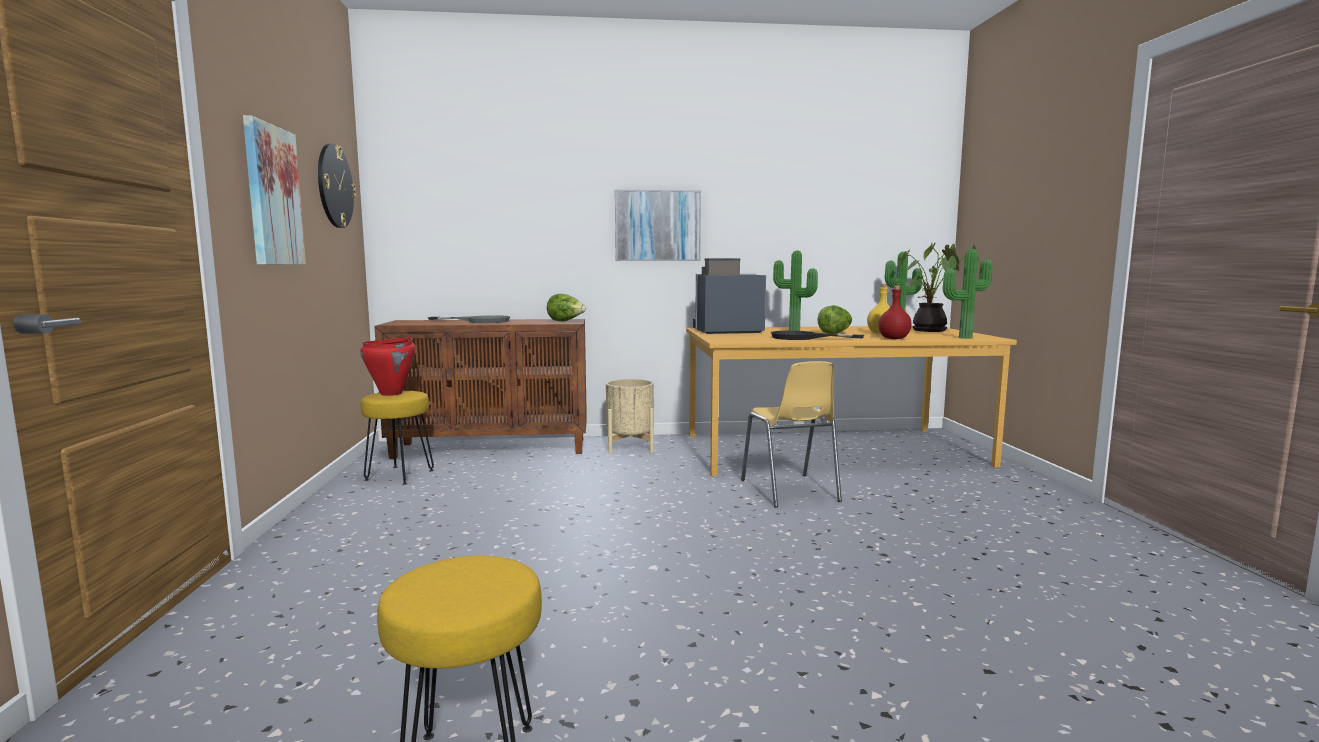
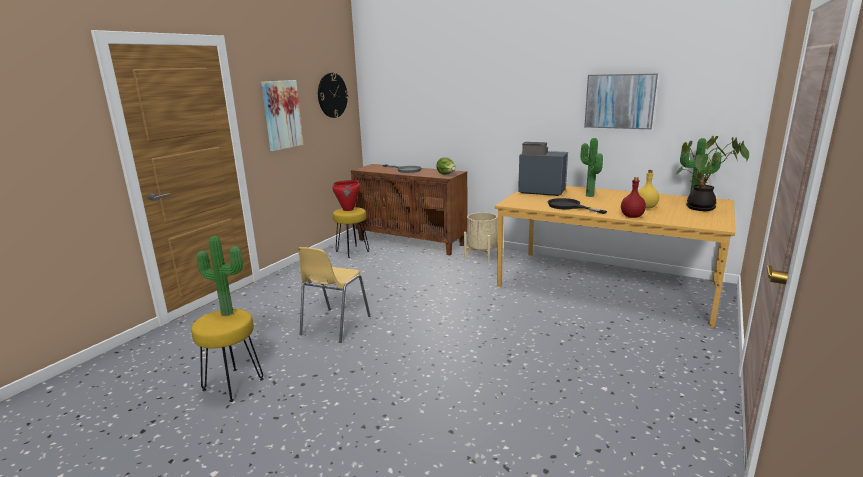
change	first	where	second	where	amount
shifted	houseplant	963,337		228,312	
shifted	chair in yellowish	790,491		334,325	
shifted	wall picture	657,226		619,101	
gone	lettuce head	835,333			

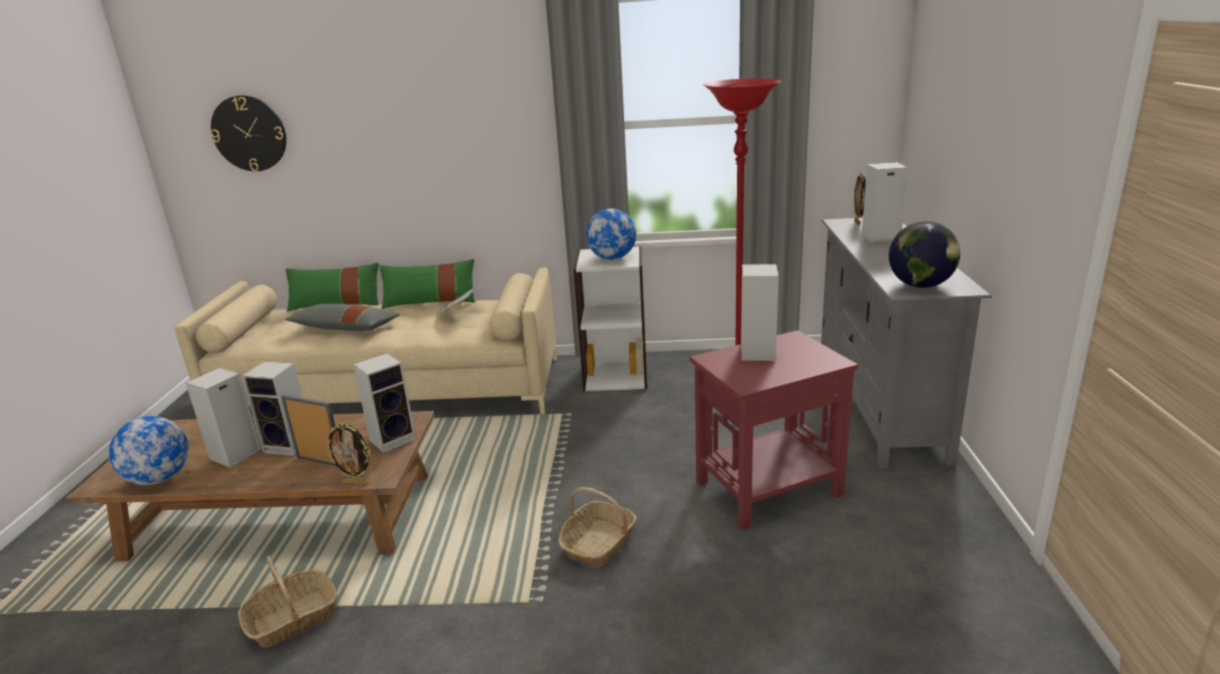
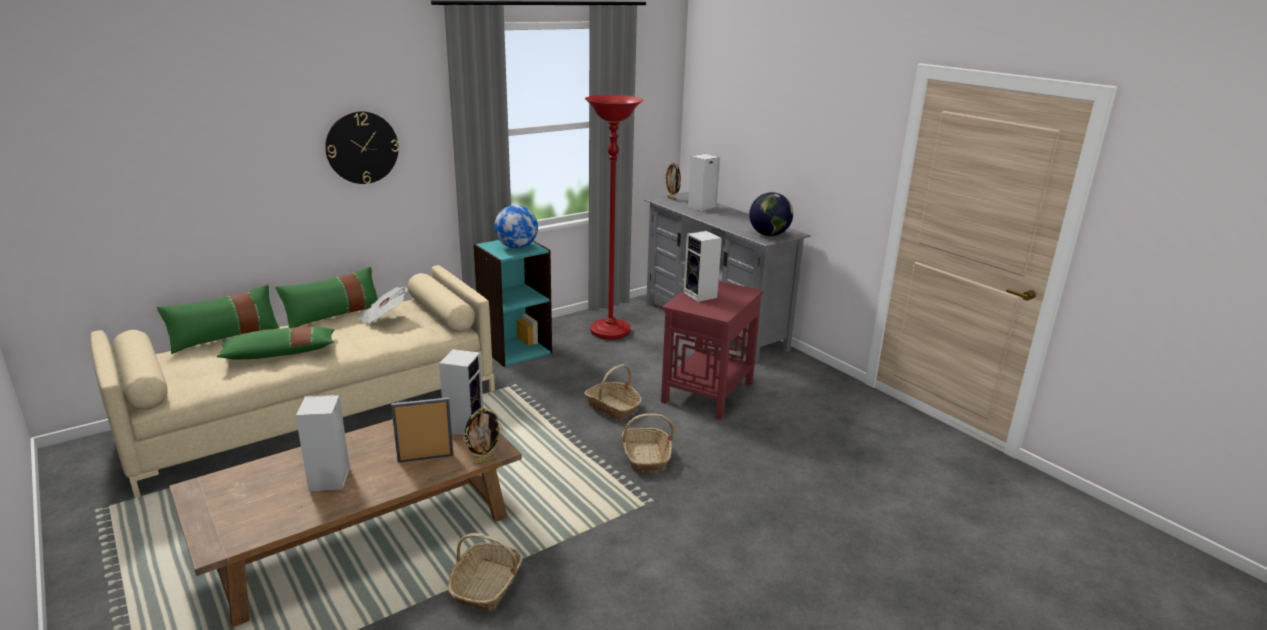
change	first	where	second	where	amount
repainted	cushion in greyish	345,328	cushion in green-coloured	280,354	
shifted	hanging clock	249,133		362,147	
repainted	shelving unit in white	616,375	shelving unit in turquoise-coloured	515,349	
new			household basket	613,407	
gone	desk globe	159,479			
gone	audio speaker	290,445			

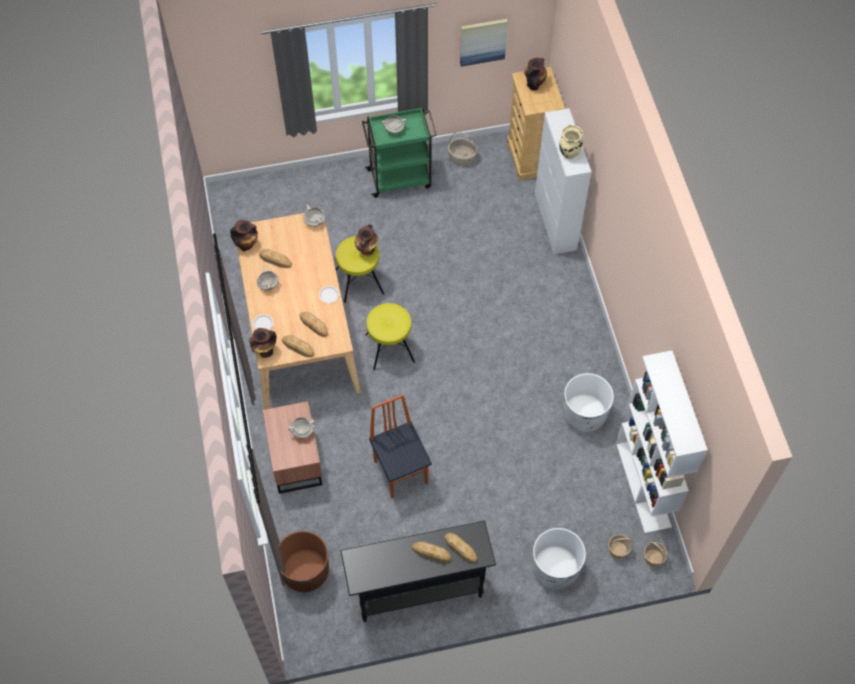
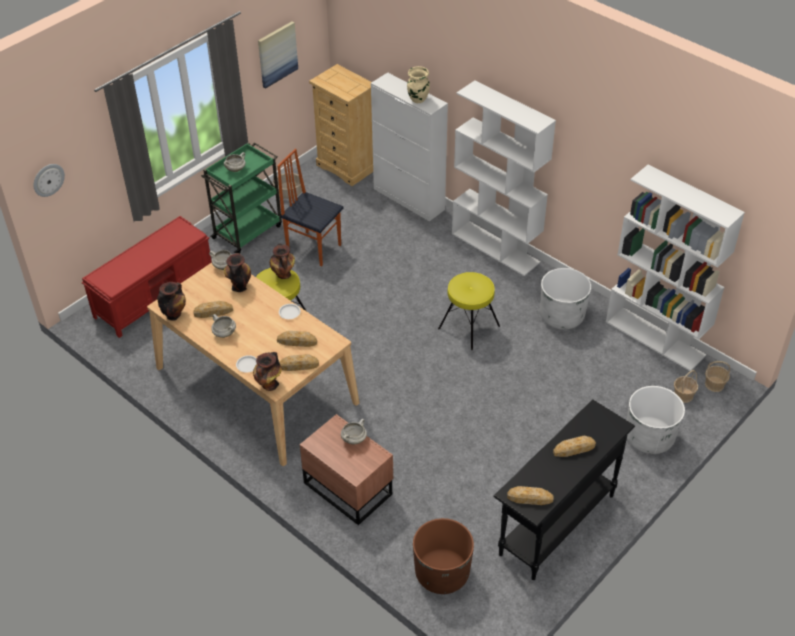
change	first	where	second	where	amount
new			hanging clock	48,179	
new			indoor bench in reddish	155,294	
shifted	vase	534,84		239,286	
shifted	chair	401,471		314,248	
shifted	stool seat in yellowish	390,348		469,327	
new			shelving unit in white	496,248	
shifted	baked bread	460,548		530,498	

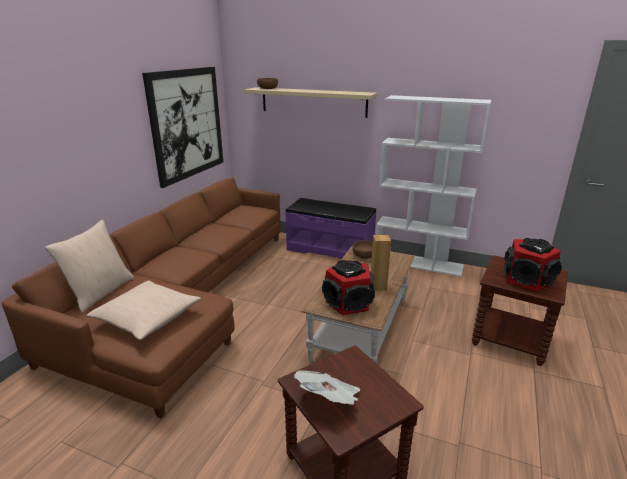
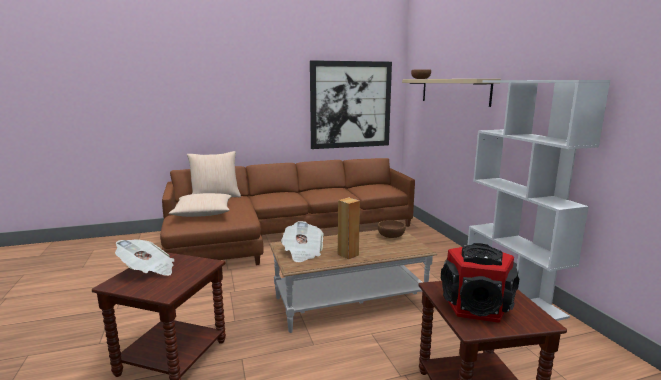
change	first	where	second	where	amount
swapped	audio speaker	349,303	newspaper	302,252	
gone	indoor bench in purple-coloured	330,249			

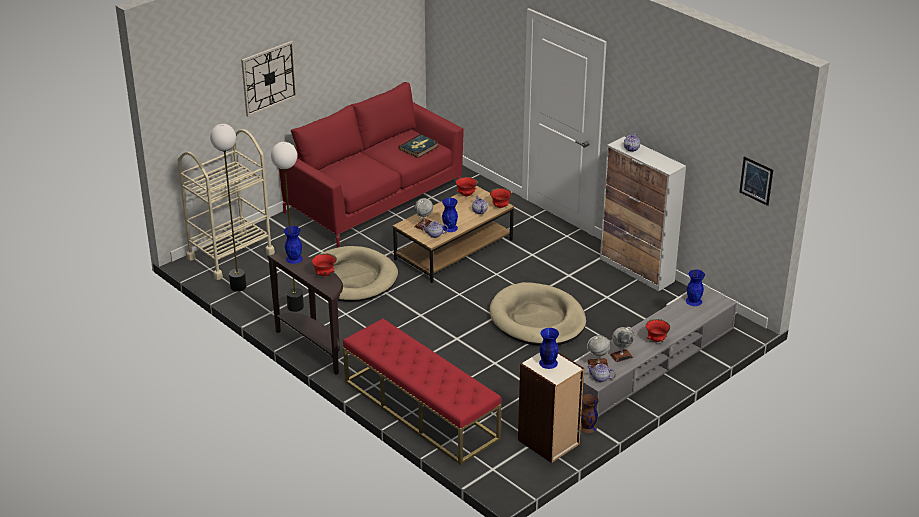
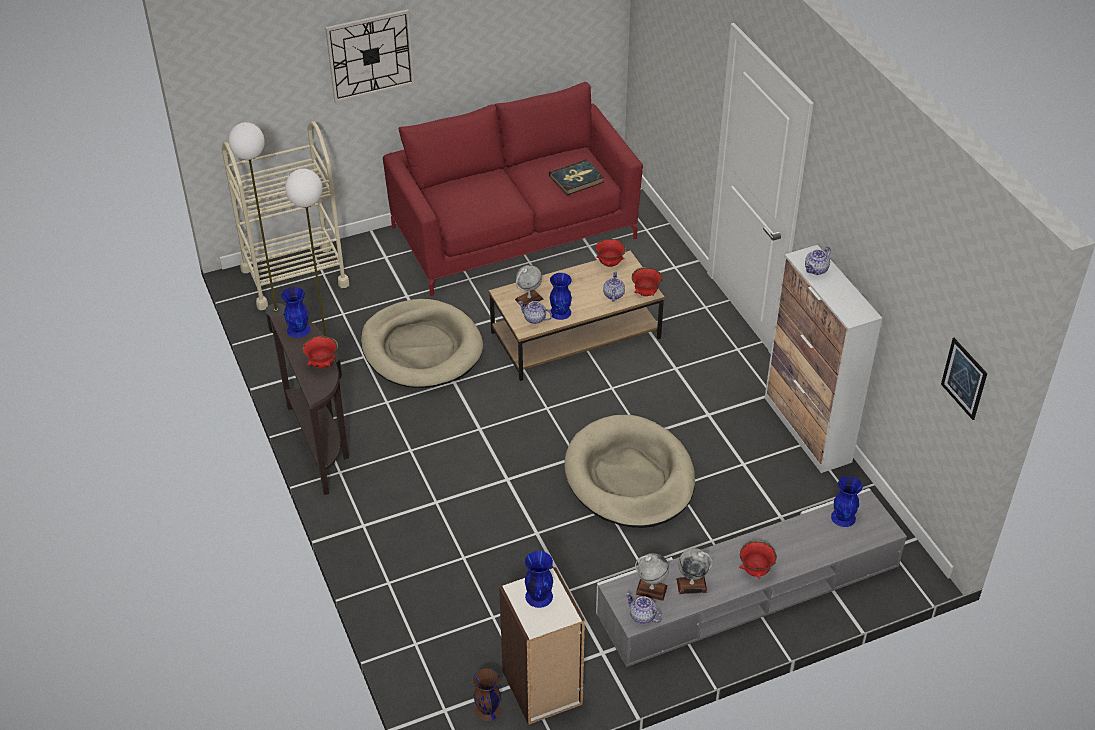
change	first	where	second	where	amount
shifted	vase in brown-coloured	587,427		487,709	
gone	indoor bench in reddish	420,409			

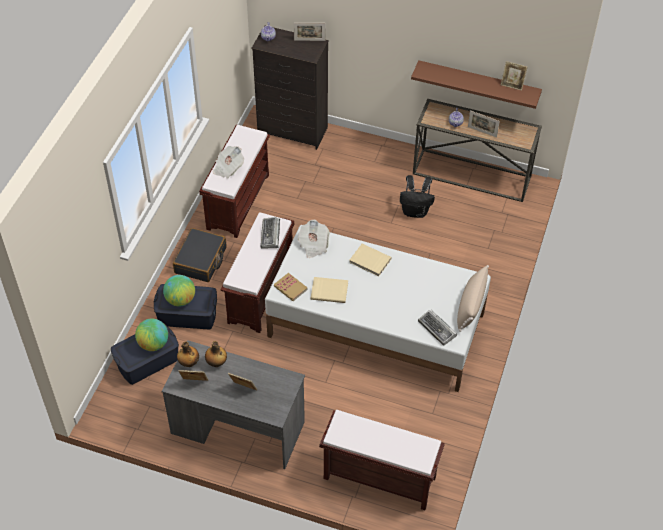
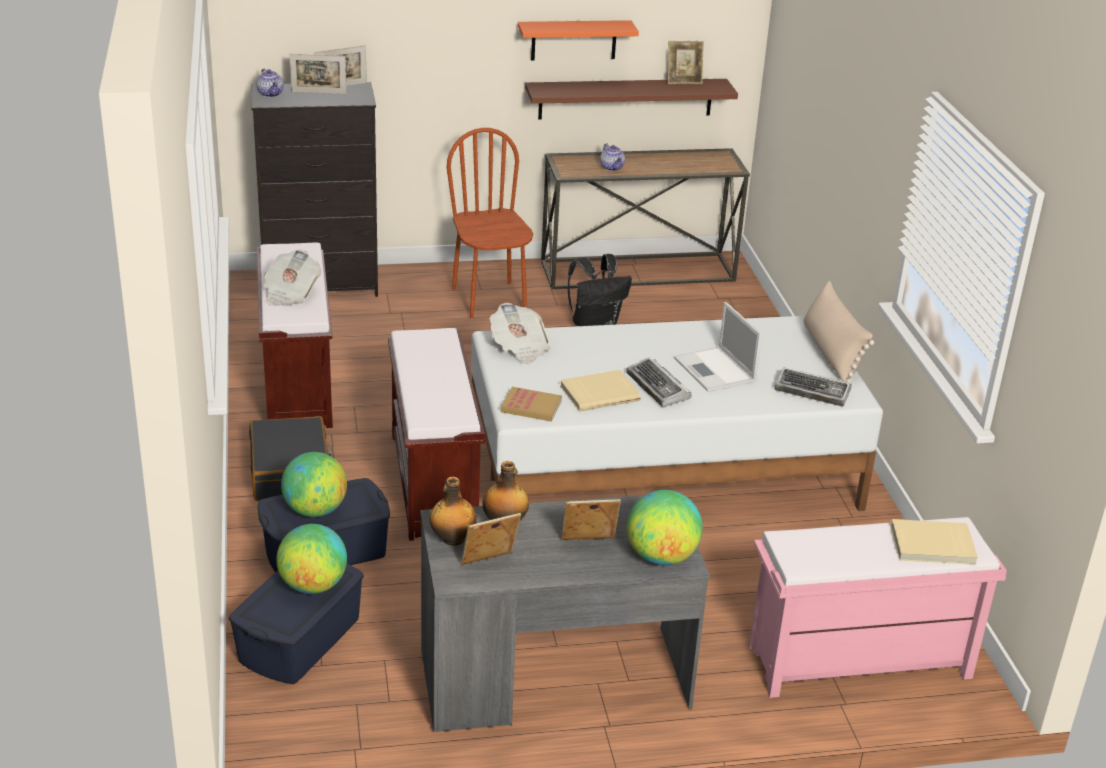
change	first	where	second	where	amount
shifted	photo frame	482,132		318,92	
new			chair in brown-coloured	490,300	
new			shelf in orange	573,40	
shifted	PC keyboard	270,235		658,388	
new			desk globe	661,557	
new			laptop	715,371	
repainted	indoor bench in brown-coloured	378,478	indoor bench in pinkish	857,663	
shifted	volume in beige	369,261		933,546	

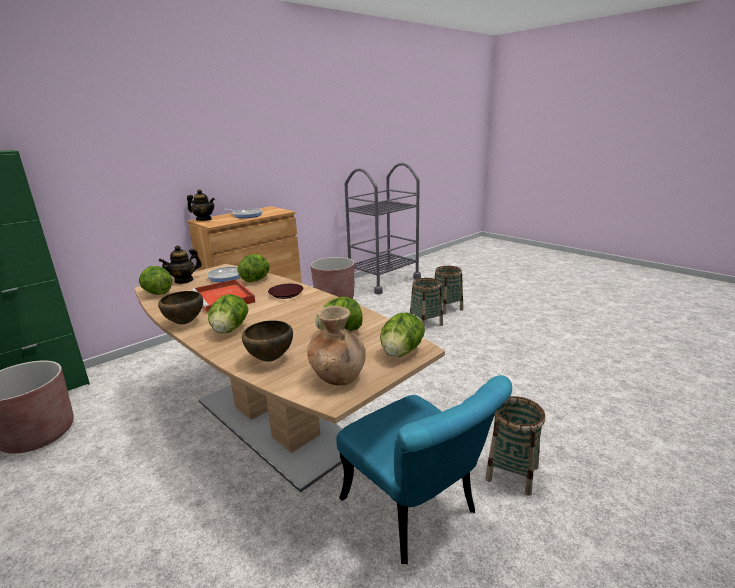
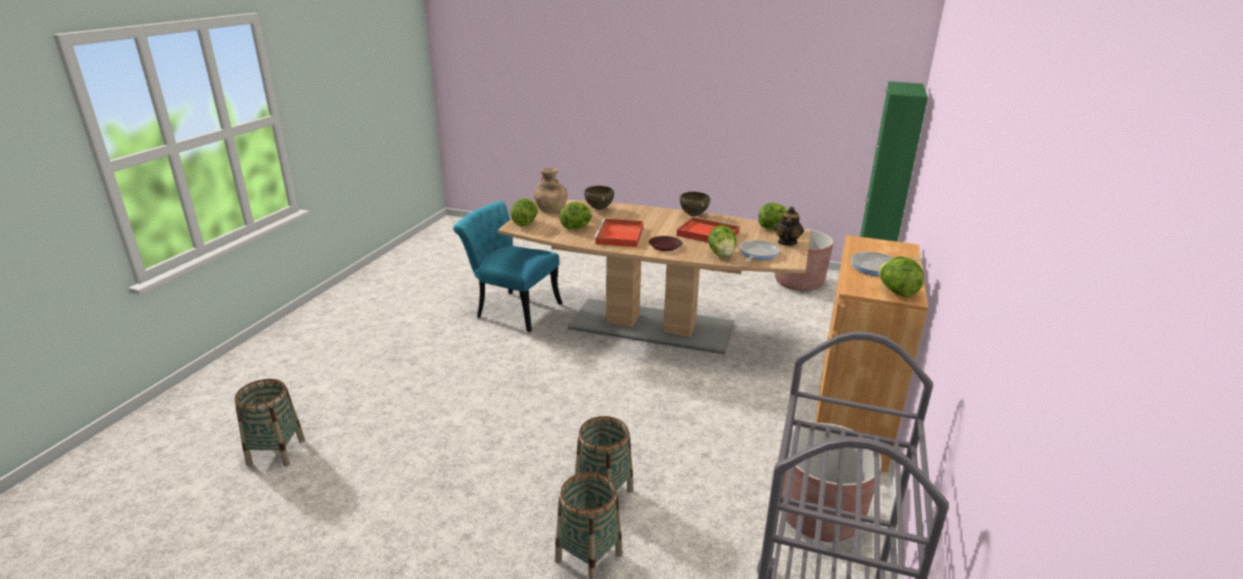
change	first	where	second	where	amount
shifted	household basket	512,473		276,452	
new			carrying tray in reddish	620,236	
shifted	lettuce head	229,330		896,292	
gone	pot for tea	204,219			

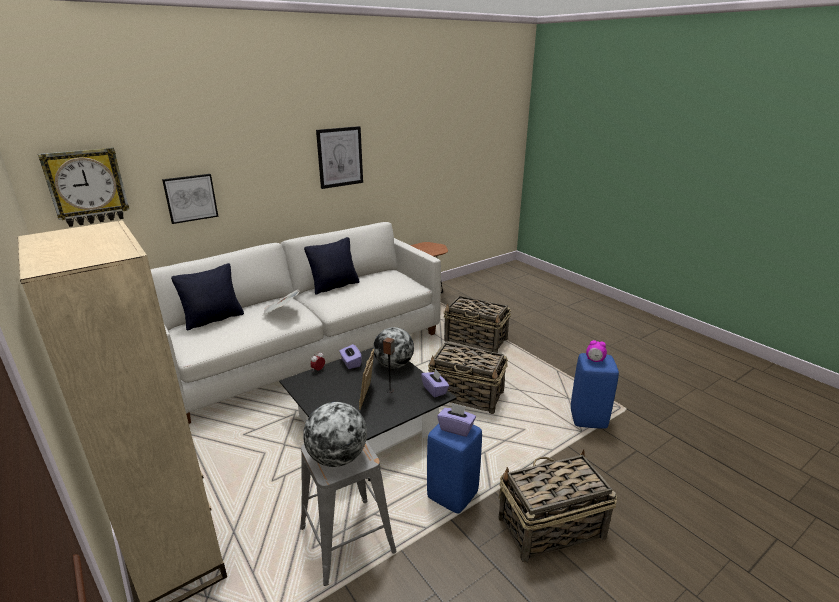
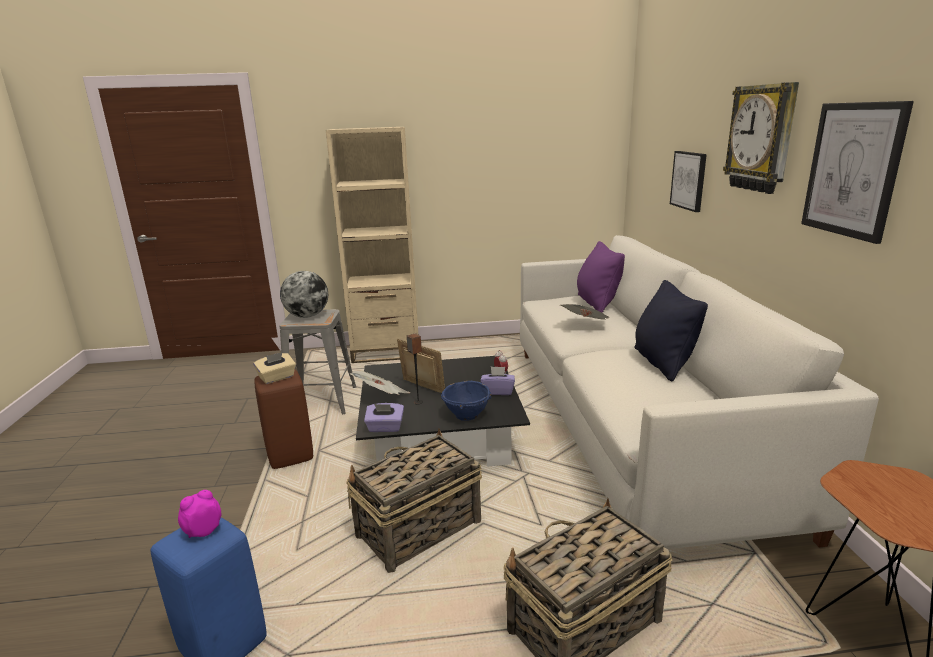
change	first	where	second	where	amount
repainted	box of tissues in purple-coloured	456,428	box of tissues in beige	277,378	
repainted	stool seat in blue-coloured	451,495	stool seat in brown-coloured	291,456	
new			newspaper	381,396	
swapped	desk globe	394,365	deep dish in blue-coloured	466,415	
repainted	cushion in blackish	213,319	cushion in purple-coloured	597,303	
shifted	hanging clock	87,187		761,138	
gone	household basket	550,528			

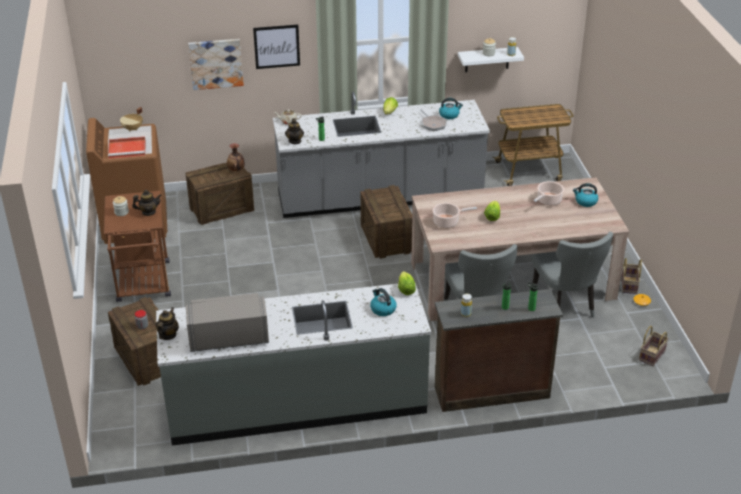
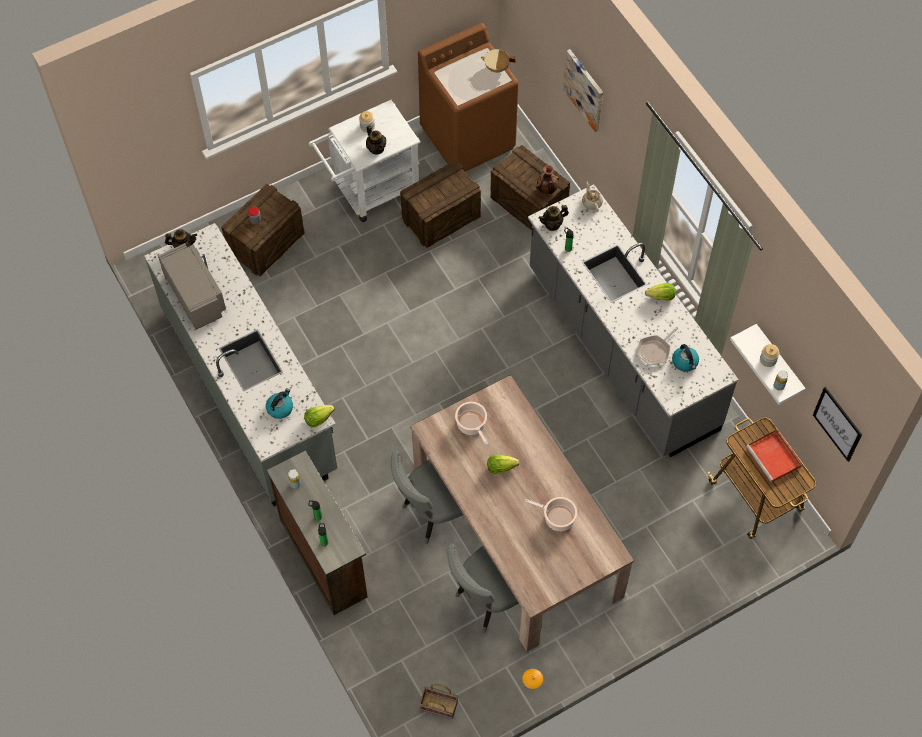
change	first	where	second	where	amount
repainted	cart in brown-coloured	143,285	cart in white	370,192	
shifted	packing crate	386,238		441,217	
shifted	carrying tray in reddish	128,149		774,457	
shifted	wall picture	276,46		837,424	
gone	kettle	585,202			
gone	household basket	629,285			

